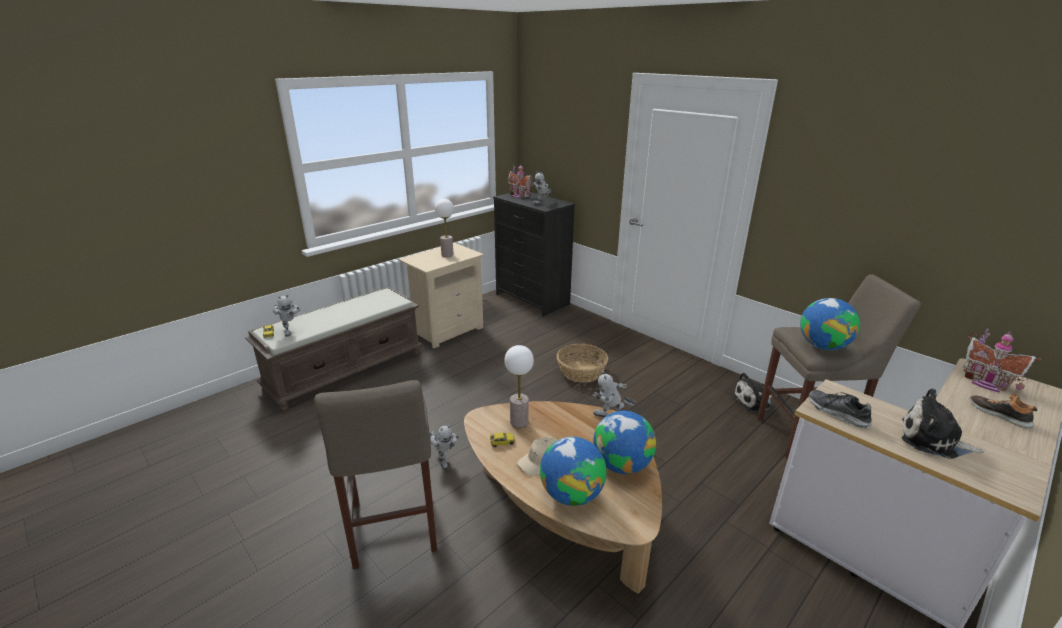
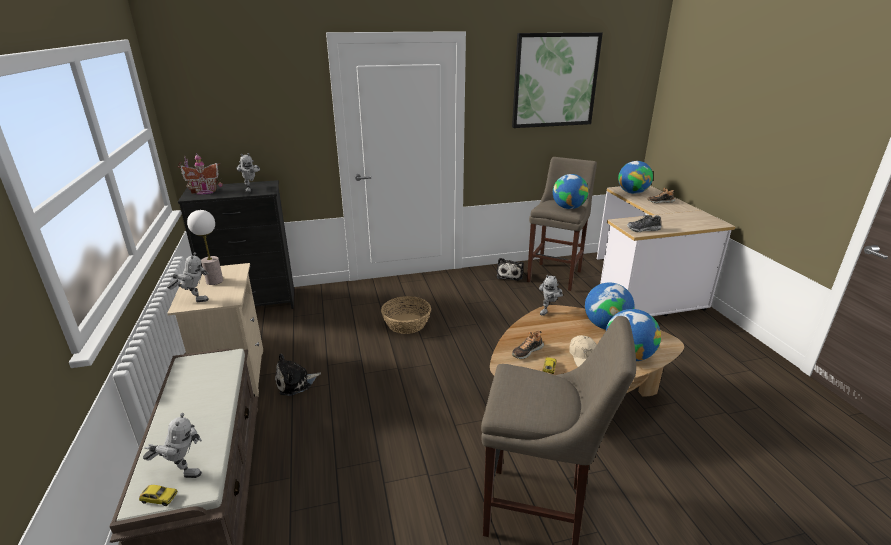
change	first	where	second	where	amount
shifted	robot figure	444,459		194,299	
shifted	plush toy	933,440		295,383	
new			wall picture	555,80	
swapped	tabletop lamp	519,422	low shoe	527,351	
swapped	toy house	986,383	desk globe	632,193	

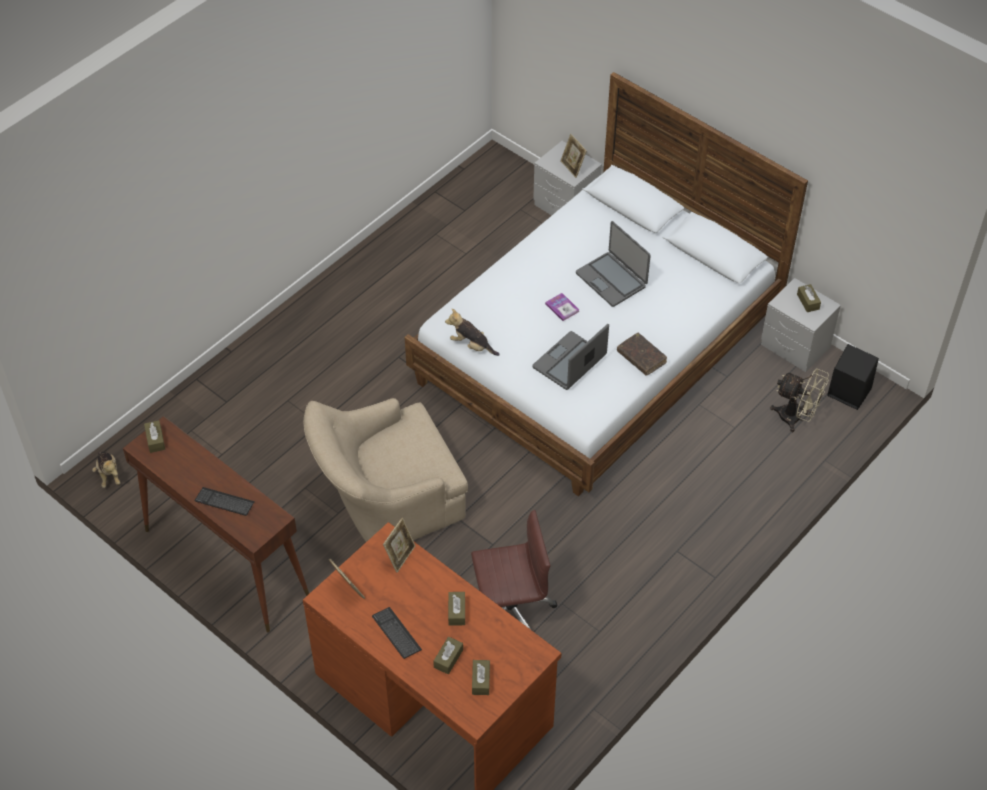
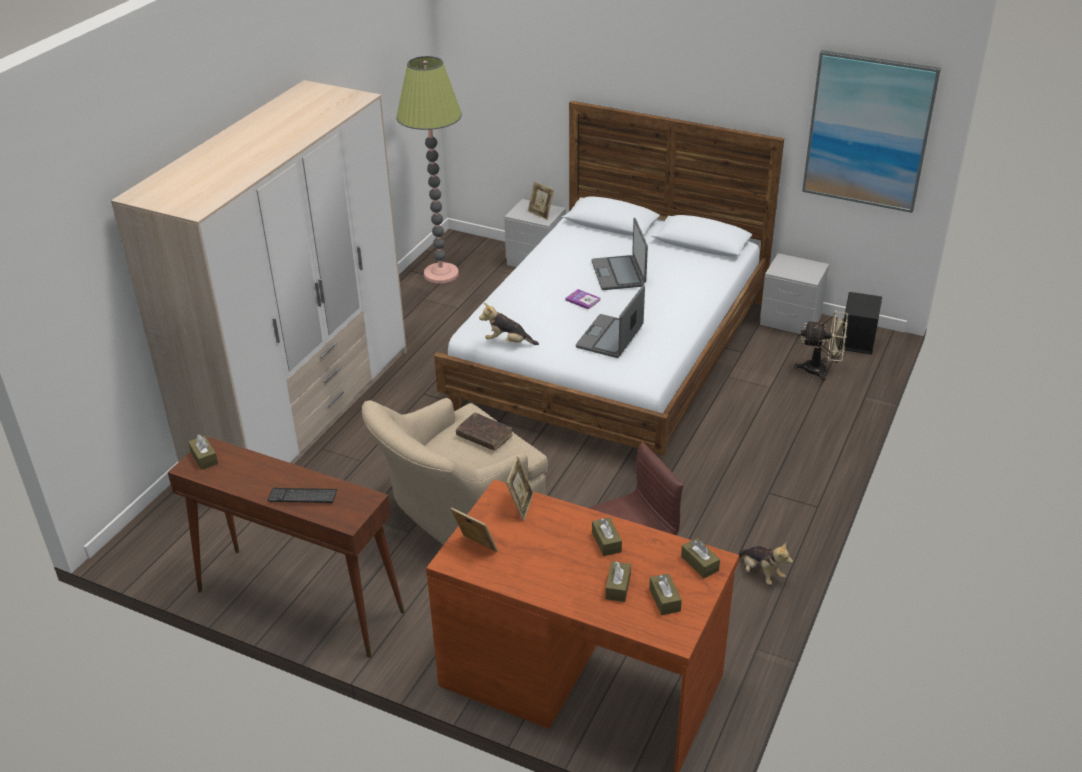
change	first	where	second	where	amount
new			wardrobe	304,412	
new			floor lamp	441,274	
shifted	volume in brown-coloured	641,357		484,436	
rotated	laptop	611,279		619,274	45 degrees clockwise
shifted	box of tissues in brown-coloured	808,302		699,563	
shifted	plush toy	108,474		760,573	
new			wall picture	868,131	
gone	PC keyboard	396,633			

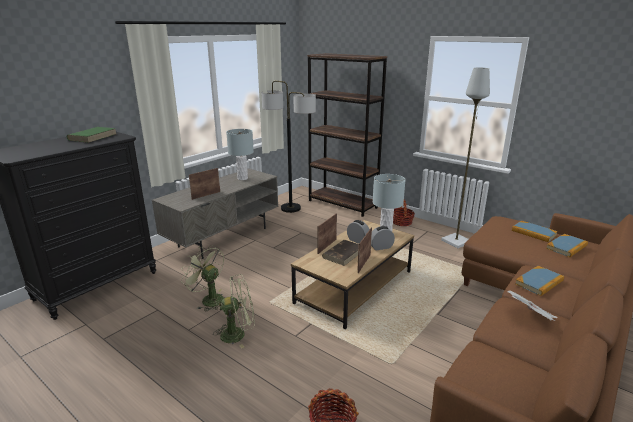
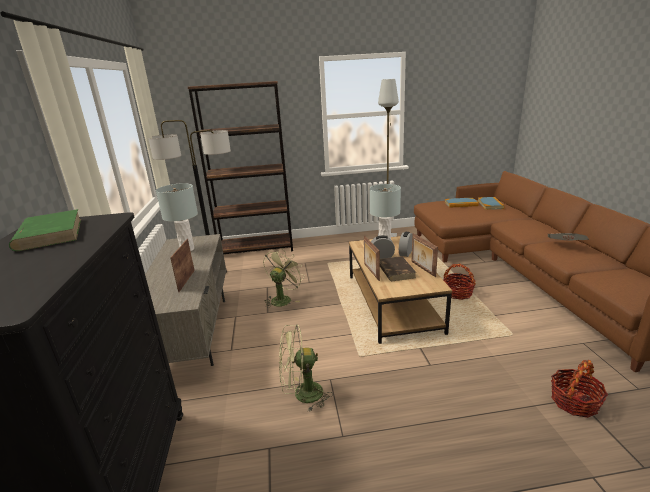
change	first	where	second	where	amount
shifted	fan in green-coloured	238,334		283,299	
shifted	household basket	401,222		457,293	
gone	volume	539,282			

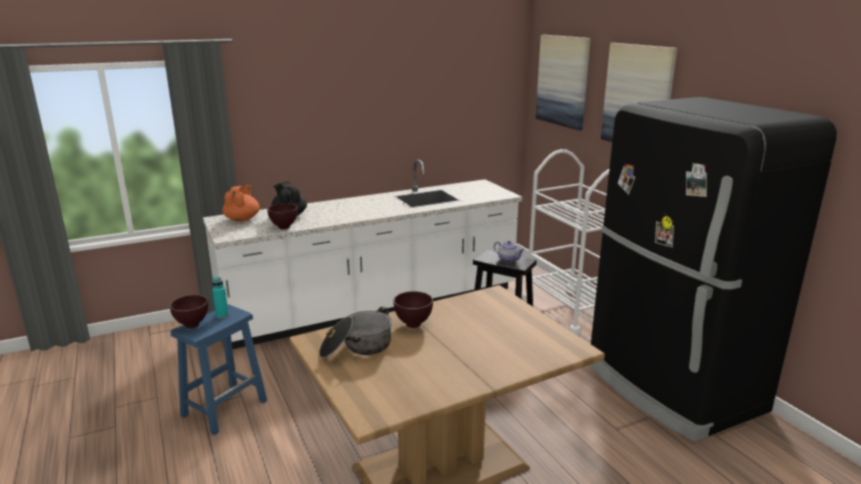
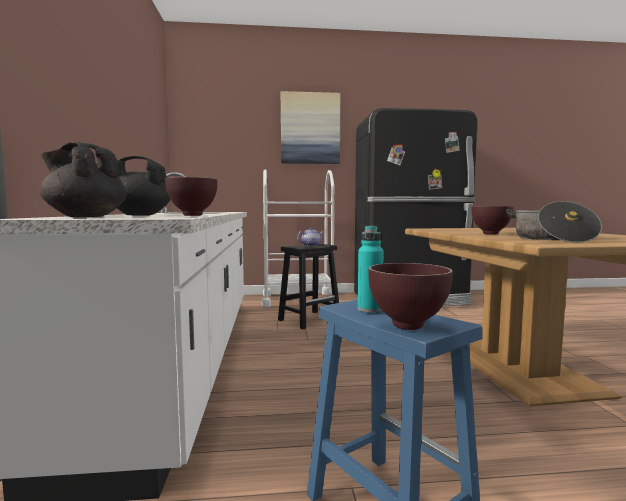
change	first	where	second	where	amount
repainted	pot for tea in orange	242,219	pot for tea in blackish	85,217	
gone	wall picture	563,81			

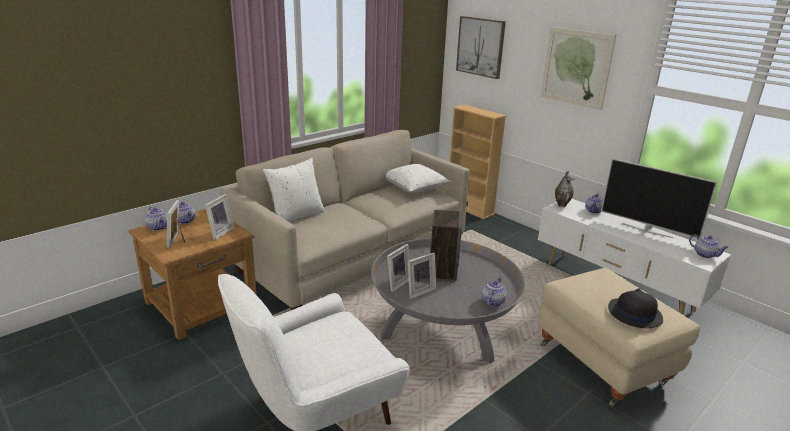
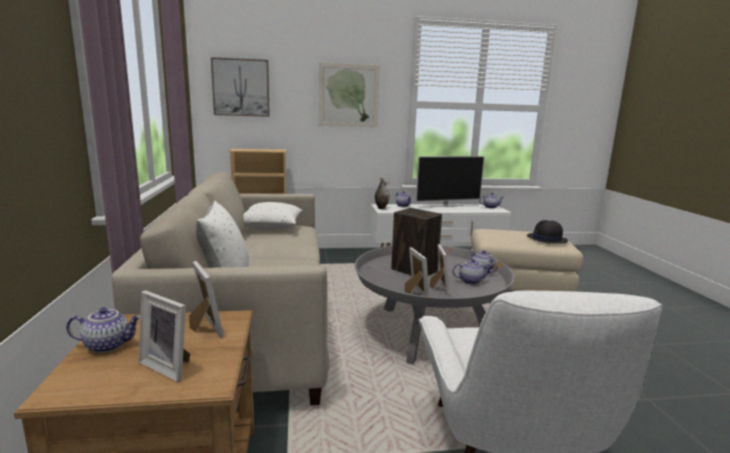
change	first	where	second	where	amount
shifted	pot for tea	159,227		470,281	

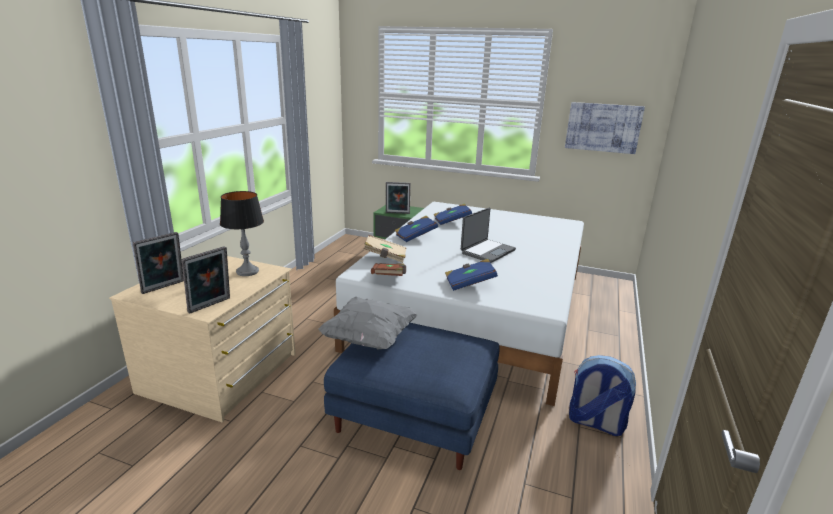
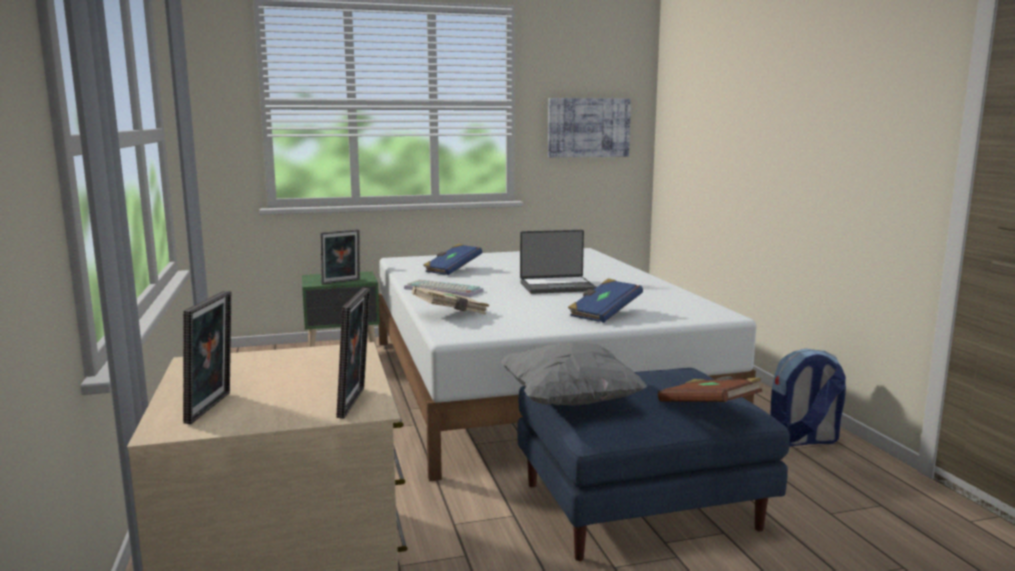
change	first	where	second	where	amount
swapped	volume in blue-coloured	415,236	PC keyboard	441,290	
rotated	laptop	487,251		557,286	75 degrees clockwise
shifted	volume in brown-coloured	389,278		708,408	
gone	tabletop lamp	247,271			

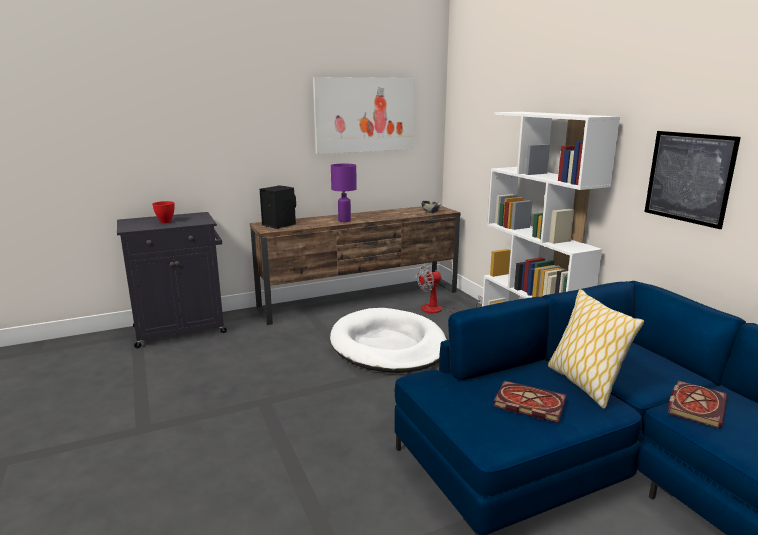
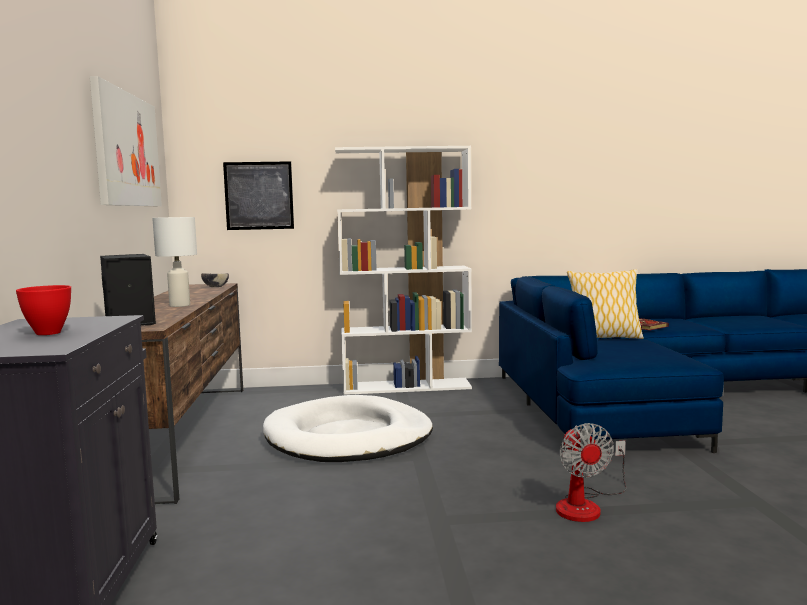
change	first	where	second	where	amount
repainted	tabletop lamp in purple-coloured	344,220	tabletop lamp in white	180,305	
shifted	wall picture	688,177		259,195	
shifted	fan	439,310		586,505	
gone	volume	527,404			

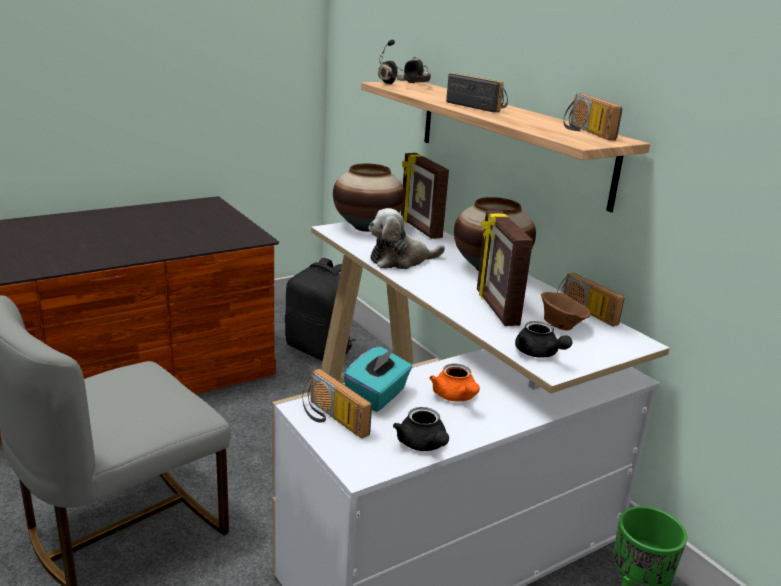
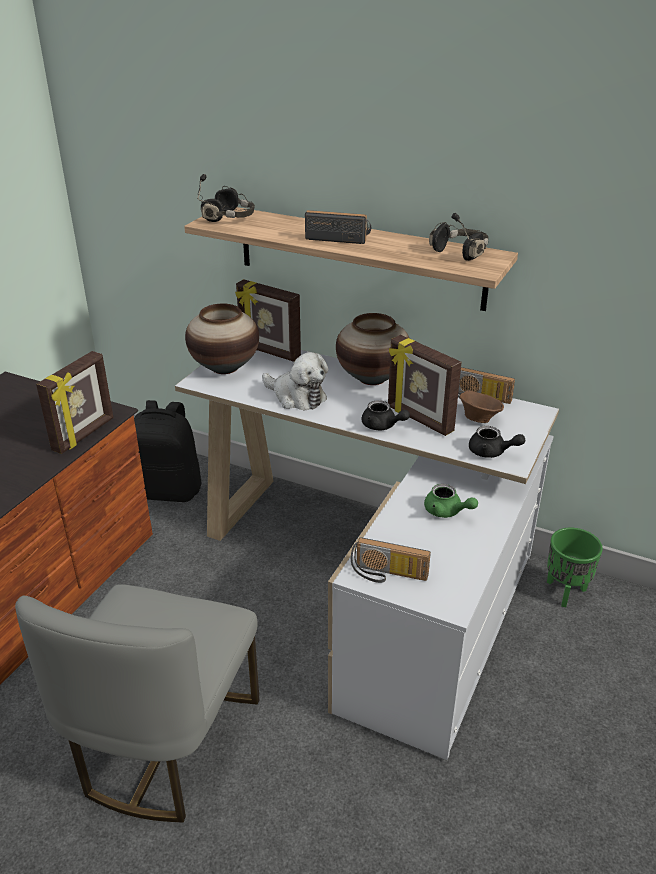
change	first	where	second	where	amount
new			photo frame	84,435	
rotated	plush toy	401,260		296,397	90 degrees counterclockwise
shifted	pot for tea in blackish	423,445		382,426	
repainted	pot for tea in orange	456,397	pot for tea in green-coloured	447,512	
swapped	radio set	585,132	headphones in blackish	461,252	
gone	box of tissues in turquoise-coloured	377,396			

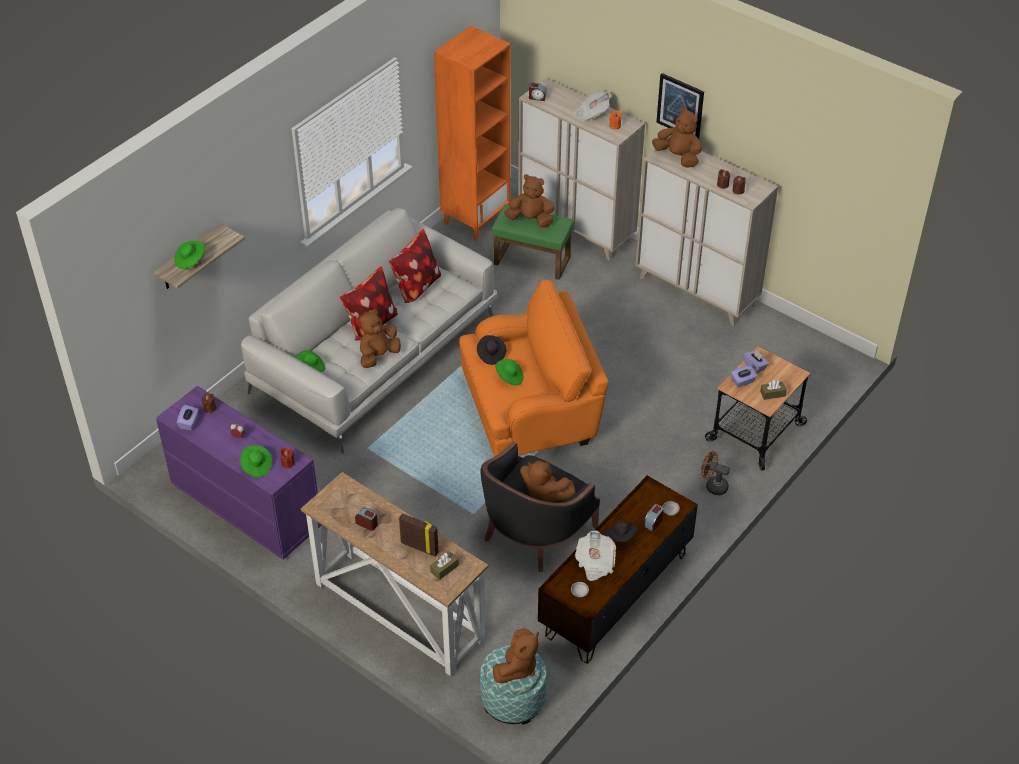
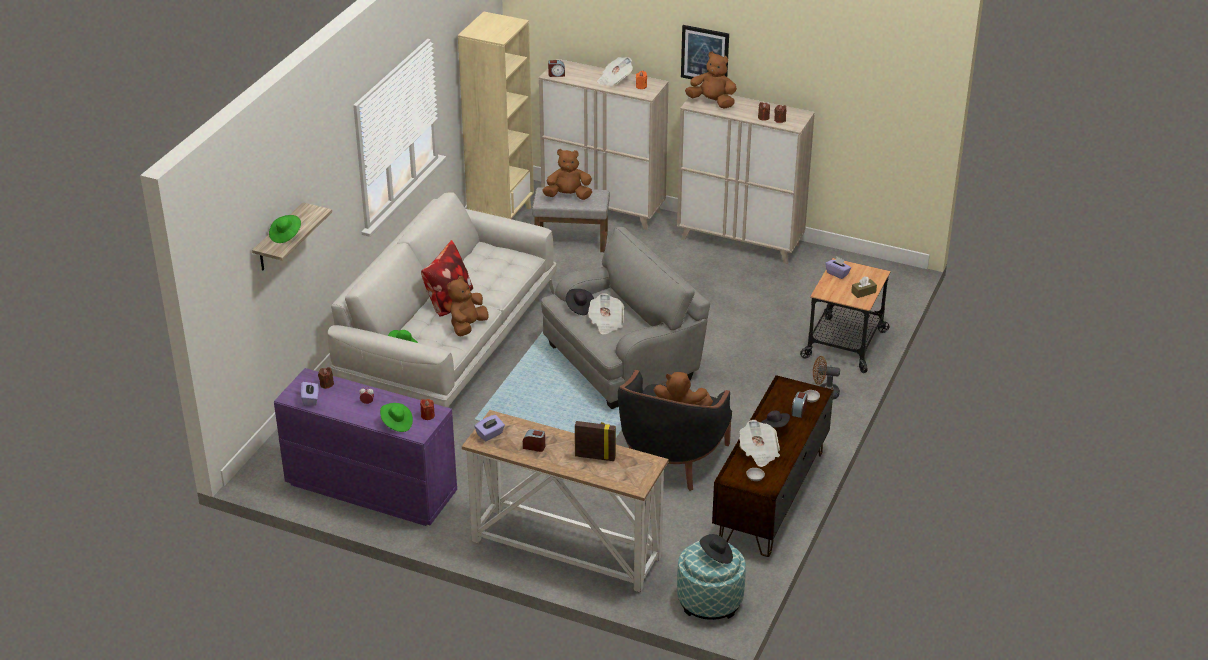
change	first	where	second	where	amount
repainted	shelving unit in orange	475,219	shelving unit in beige	500,215	
shifted	box of tissues in purple-coloured	742,381		490,434	
repainted	pouffe in green-coloured	533,260	pouffe in greyish	572,240	
repainted	armchair in orange	531,409	armchair in greyish	623,361	
swapped	wearable hat in green-coloured	509,377	newspaper	606,323	
swapped	plush toy in brown-coloured	517,667	wearable hat in blackish	716,556	
gone	cushion	416,286			
gone	box of tissues in brown-coloured	444,569			

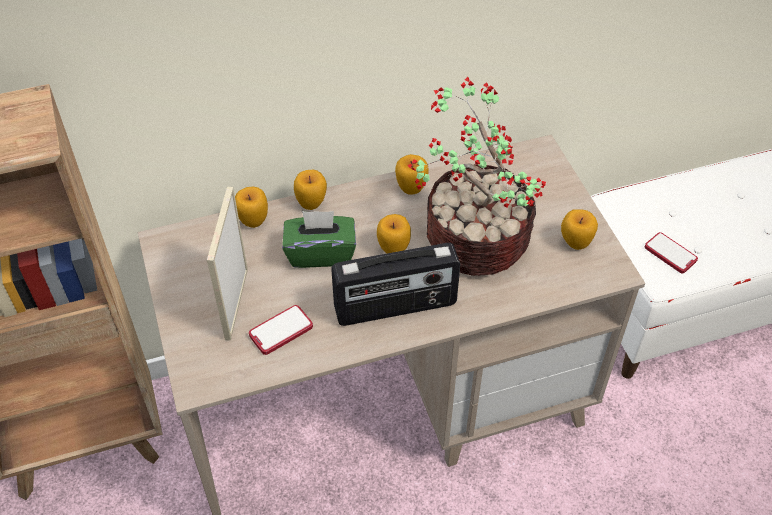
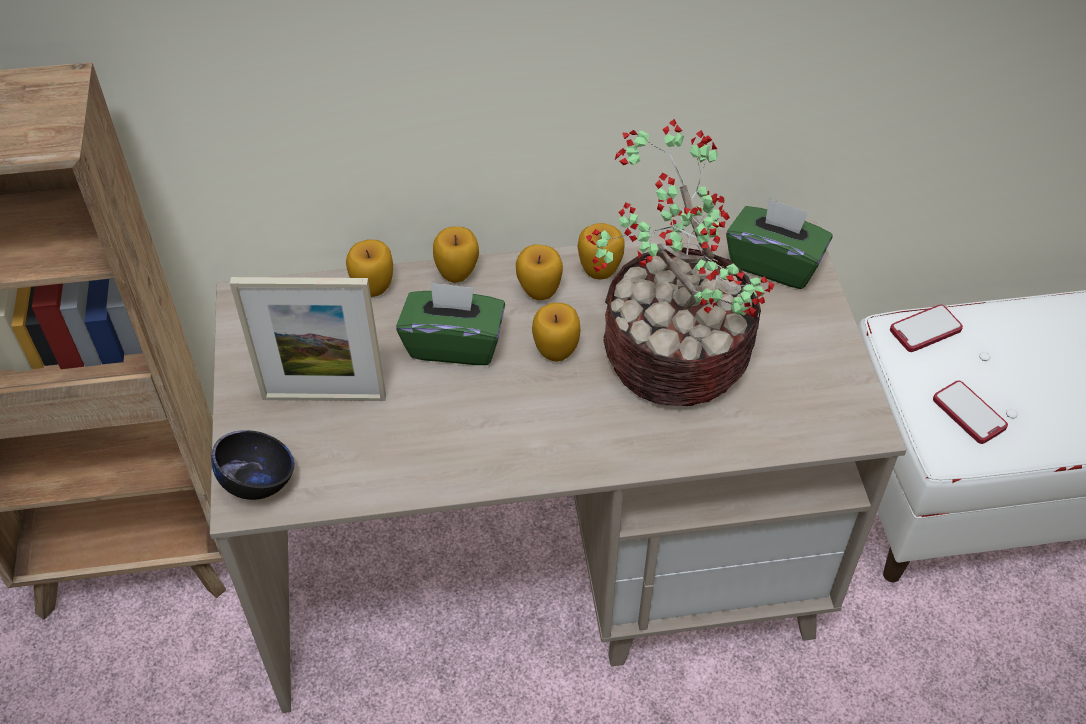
change	first	where	second	where	amount
new			deep dish in blackish	259,482	
rotated	photo frame	236,303		324,397	105 degrees counterclockwise
shifted	apple fruit	575,243		539,292	
new			box of tissues in green-coloured	774,263	
shifted	telephone	281,331		925,330	
gone	radio set	395,307			

